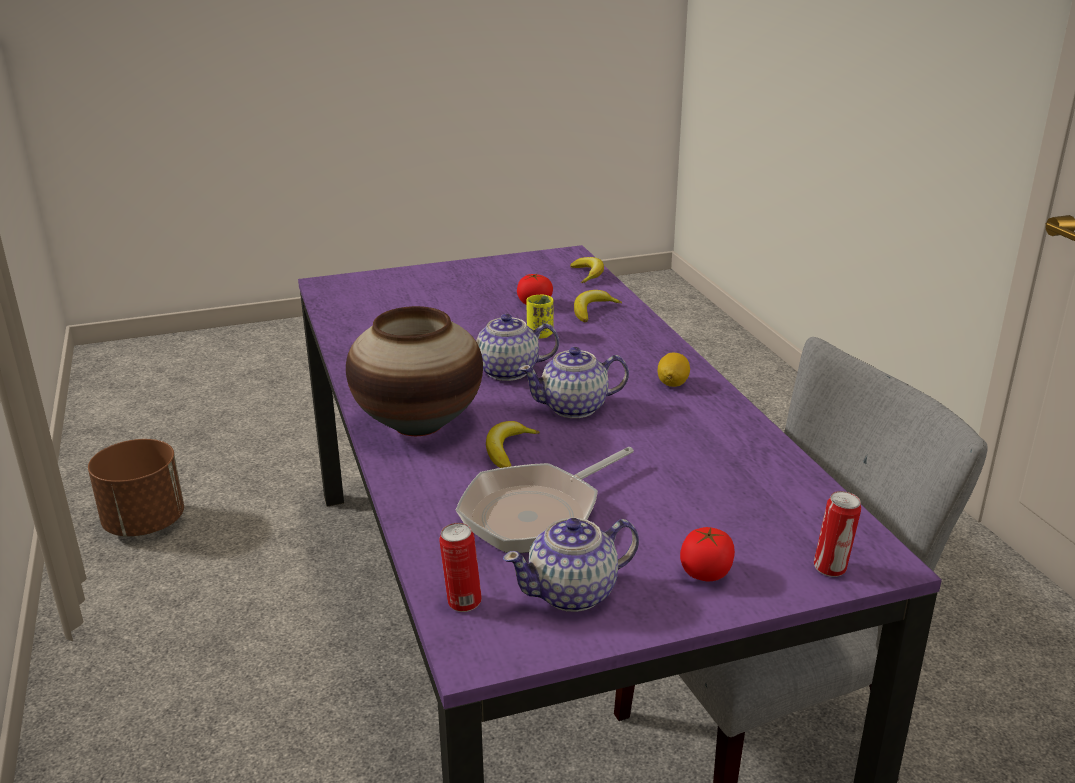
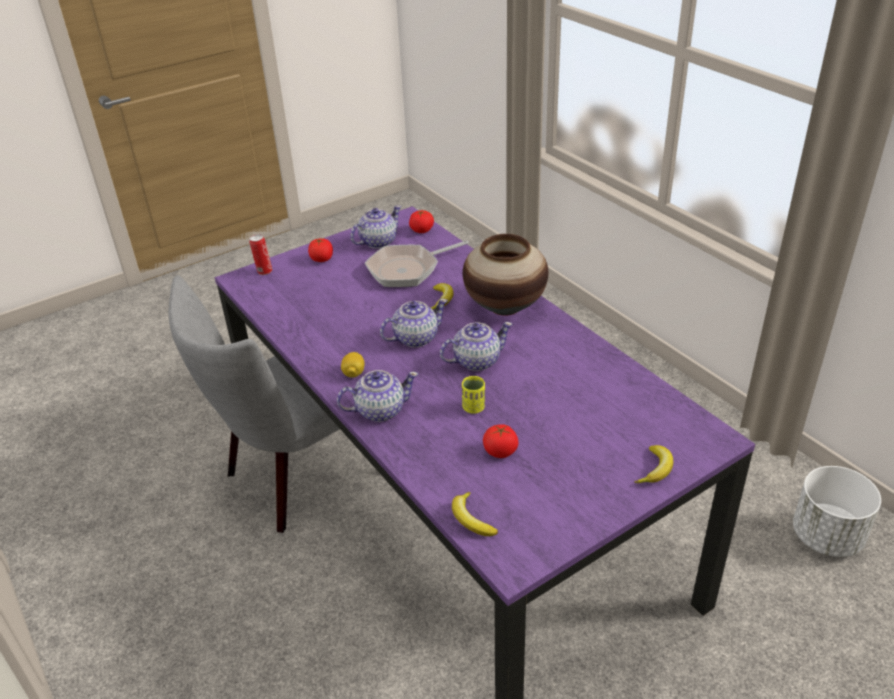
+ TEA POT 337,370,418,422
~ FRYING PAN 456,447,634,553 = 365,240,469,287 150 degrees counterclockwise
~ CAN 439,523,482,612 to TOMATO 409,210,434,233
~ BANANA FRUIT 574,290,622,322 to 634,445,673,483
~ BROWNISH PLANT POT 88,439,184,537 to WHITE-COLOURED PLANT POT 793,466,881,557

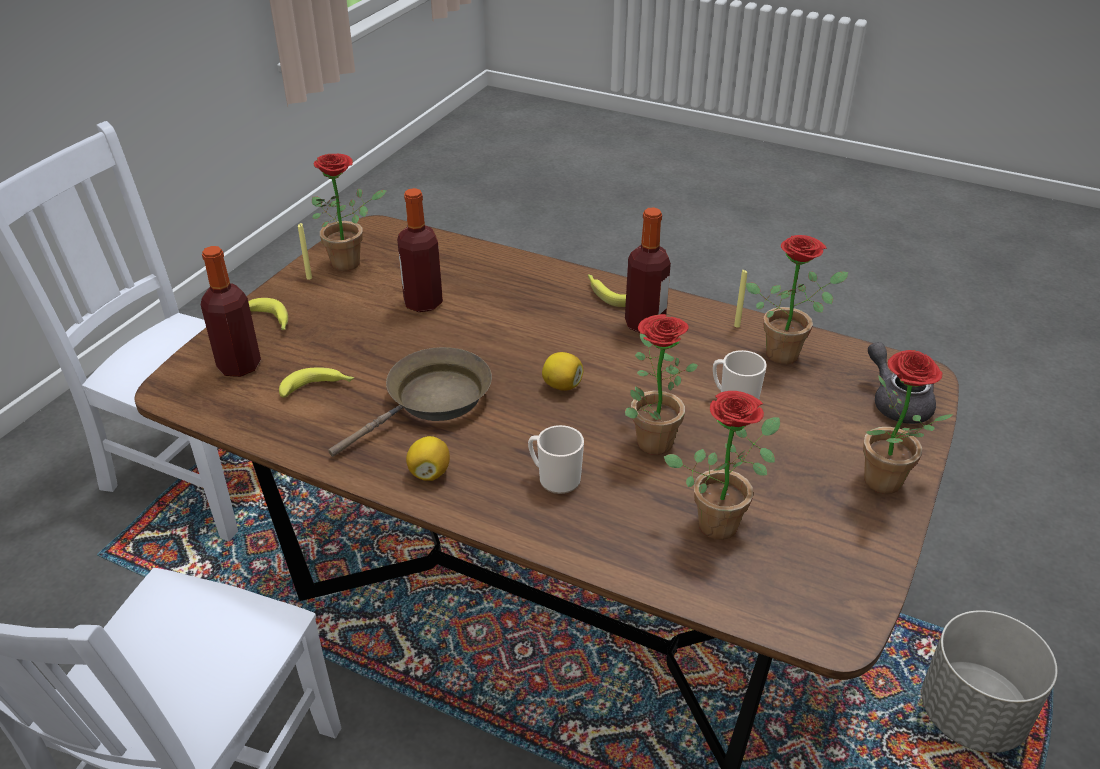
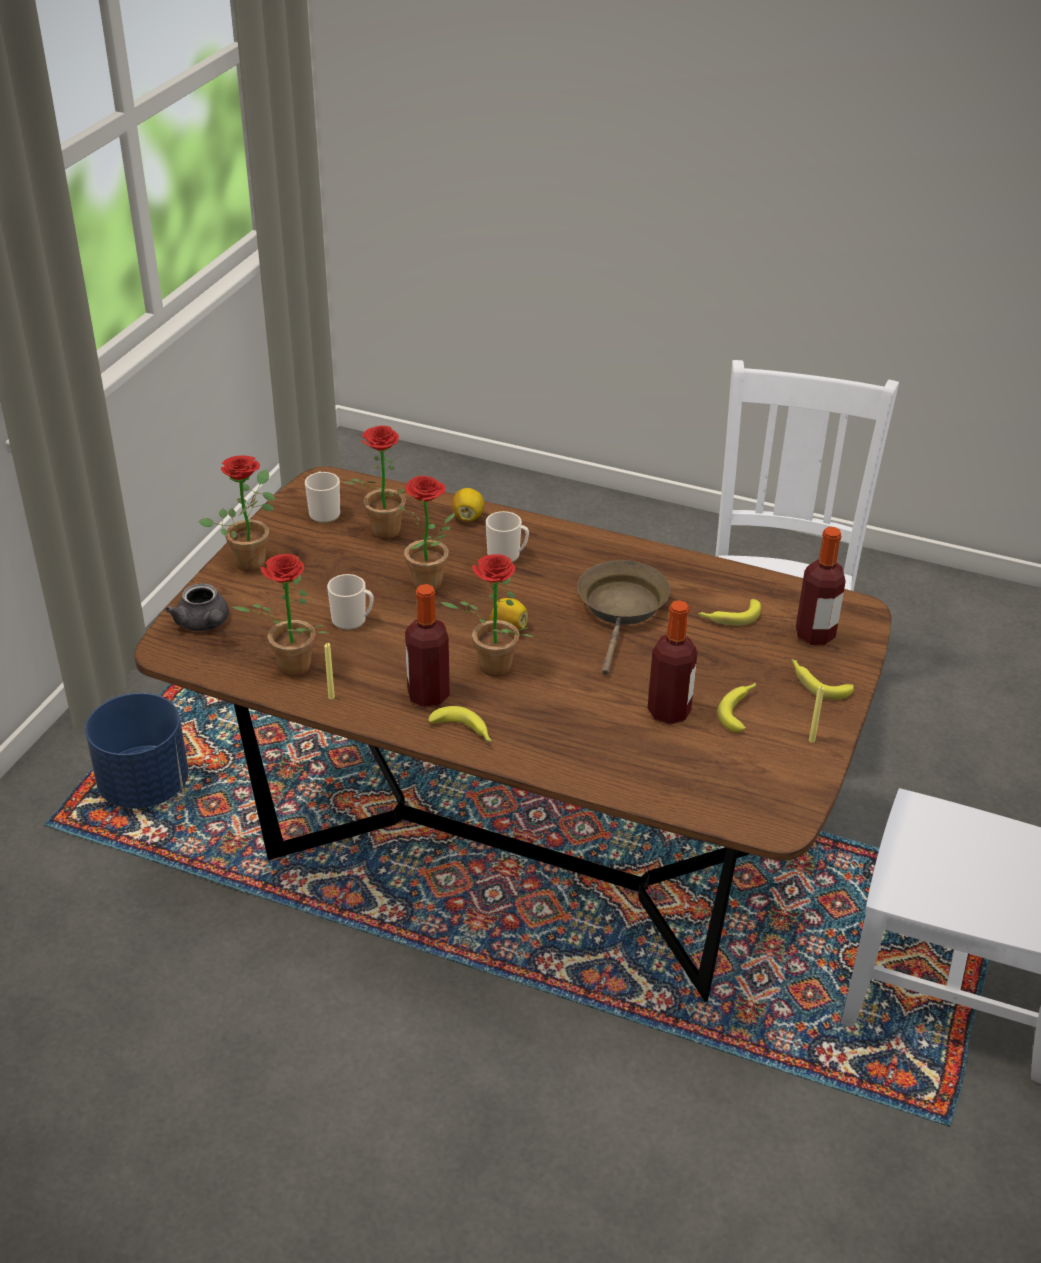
~ GREYISH PLANT POT 921,610,1057,753 to BLUE-COLOURED PLANT POT 85,693,189,808
+ COFFEE MUG 305,472,340,523
~ POTTED PLANT 312,154,386,271 to 441,554,533,677
~ LEMON 406,436,450,481 to 452,488,484,521
~ BROWNISH FRYING PAN 328,347,492,457 = 577,560,670,675 150 degrees clockwise
+ BANANA FRUIT 717,683,756,732

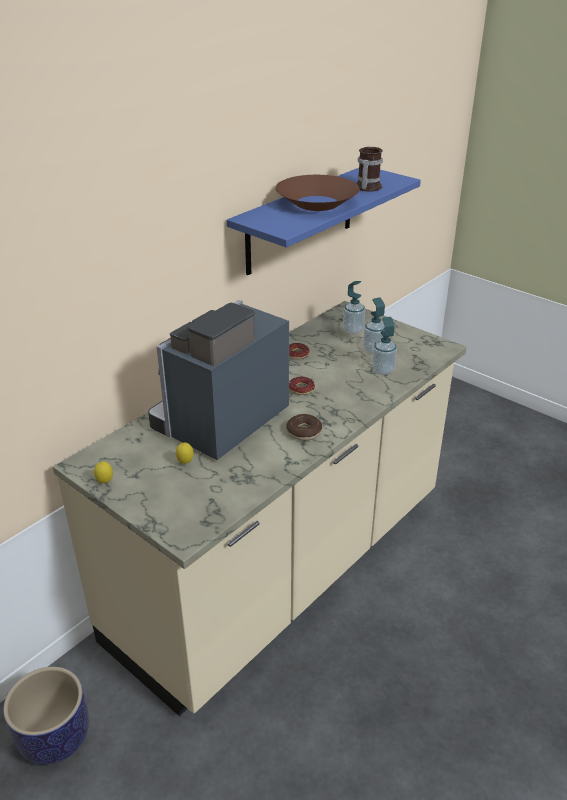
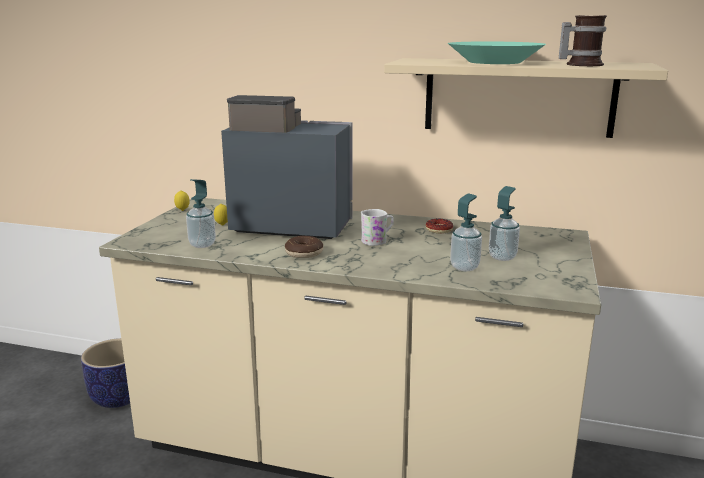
~ SOAP BOTTLE 343,281,365,334 to 186,179,216,248
~ DOUGHNUT 289,377,315,395 to WHITE-COLOURED COFFEE MUG 361,209,394,246
~ BLUE-COLOURED WALL SHELF 227,168,421,275 to BEIGE WALL SHELF 384,58,668,138
~ BROWNISH DEEP DISH 276,175,360,211 to BLUE-GREEN DEEP DISH 448,41,546,64

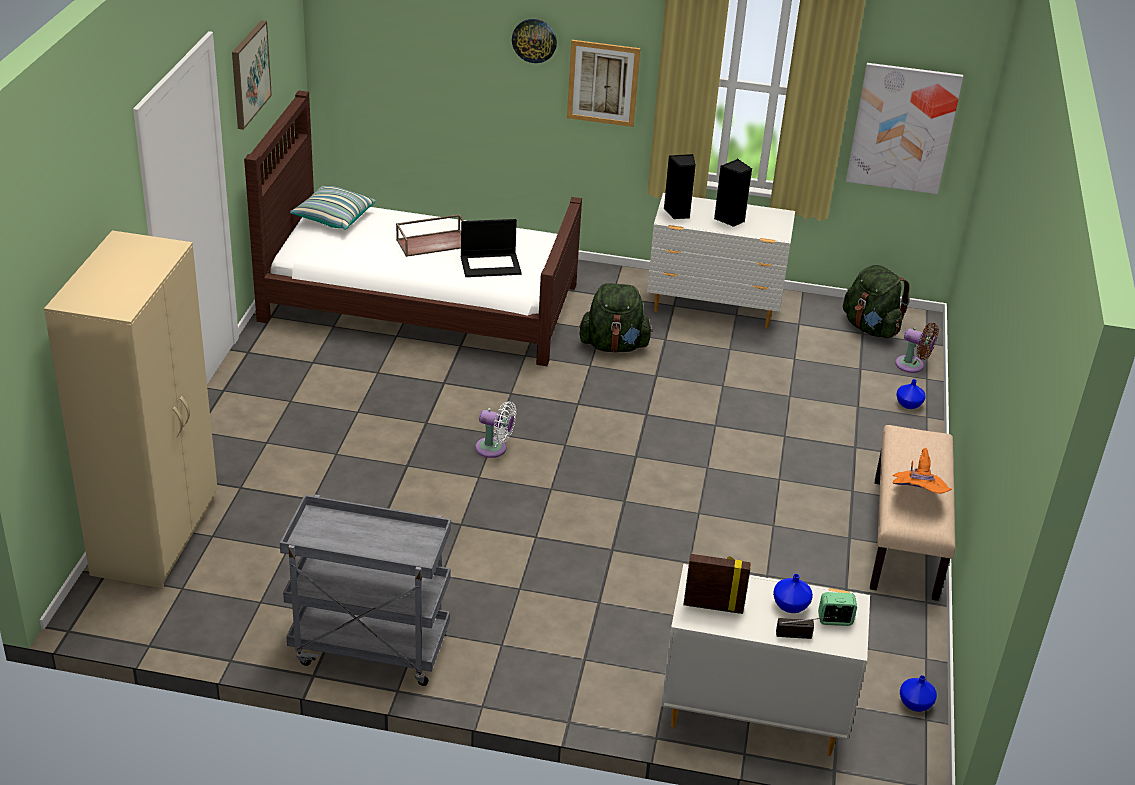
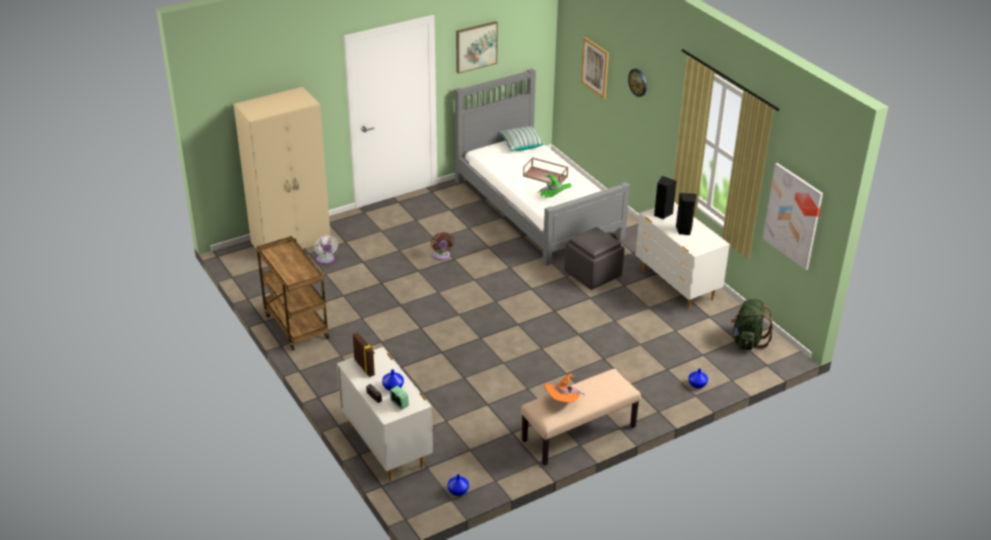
~ GREYISH WHEELED CART 280,495,451,686 to BROWNISH WHEELED CART 257,236,329,351
~ WHITE-COLOURED COOLING FAN 475,401,516,458 to 314,235,338,264
~ BROWNISH COOLING FAN 895,323,939,373 to 430,232,454,260
~ BROWNISH BEDROOM BED 244,90,582,366 to GREYISH BEDROOM BED 455,69,630,266
~ LAPTOP 461,219,522,277 to GREEN HAT 537,174,572,198
~ GREEN RUCKSACK 579,283,653,353 to GREYISH OTTOMAN 565,227,624,290
~ WALL PICTURE 567,40,640,127 to 581,37,609,99

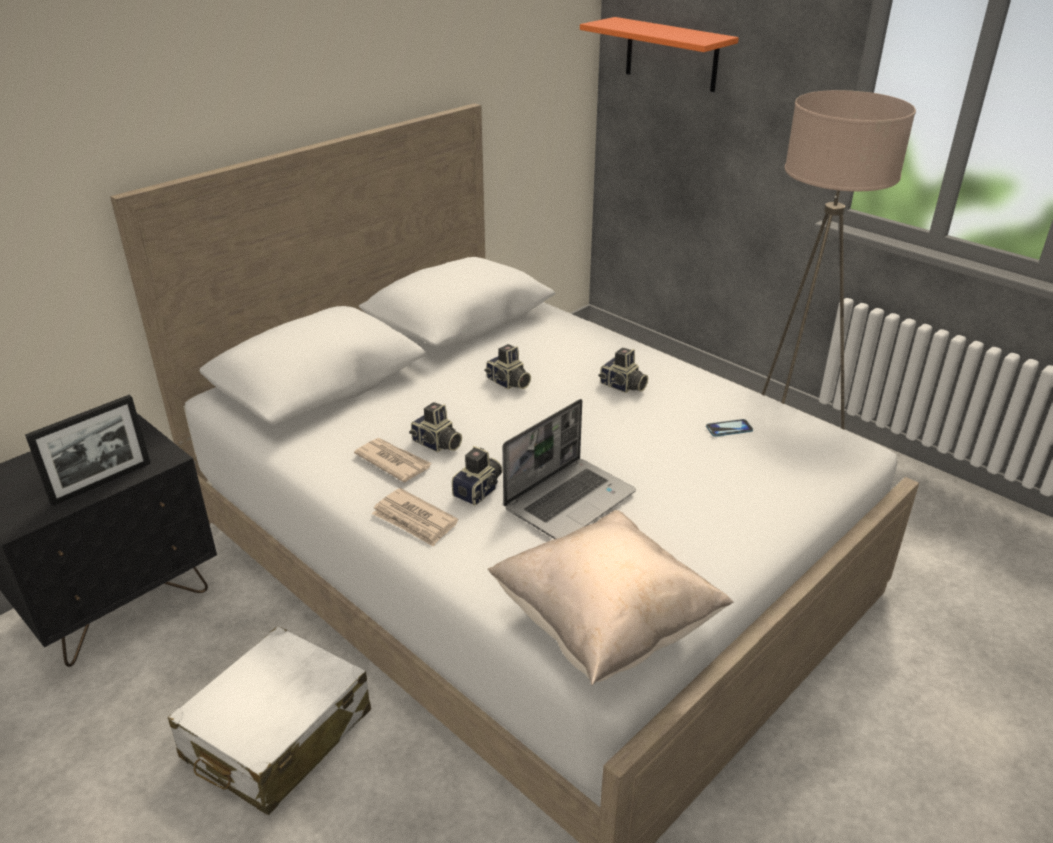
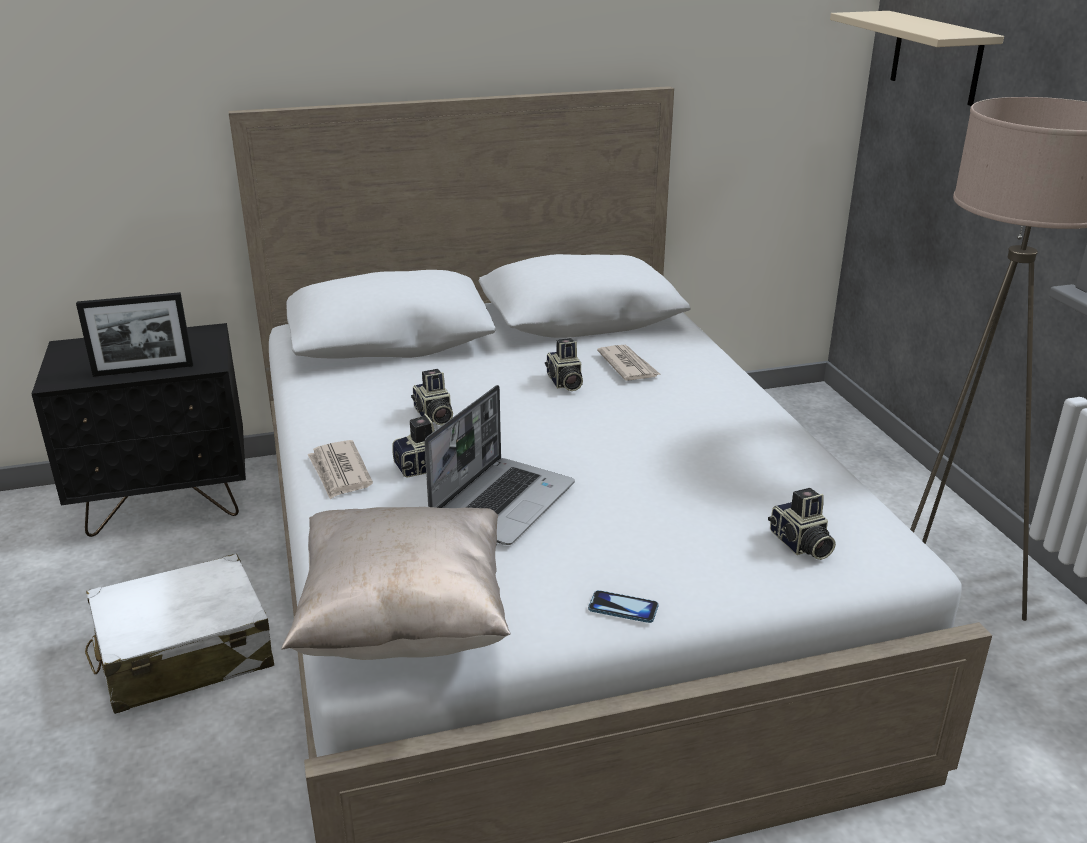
~ LAPTOP 503,399,636,539 = 424,385,575,545 45 degrees counterclockwise
~ PHONE 706,419,753,437 to 588,590,659,623
~ DAILY PAPER 354,438,432,482 to 597,345,660,381
~ PHOTO CAMERA 598,348,648,393 to 768,488,836,560
~ ORANGE WALL SHELF 580,17,739,92 to BEIGE WALL SHELF 830,11,1004,106

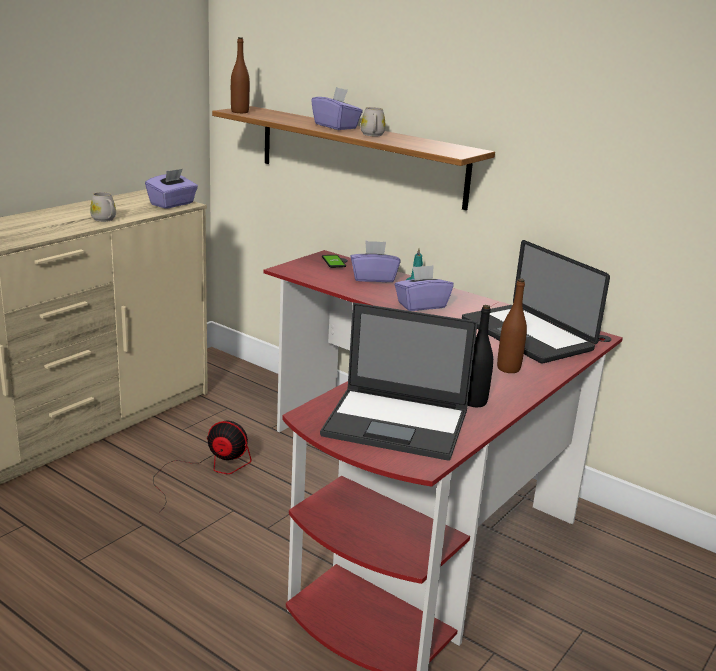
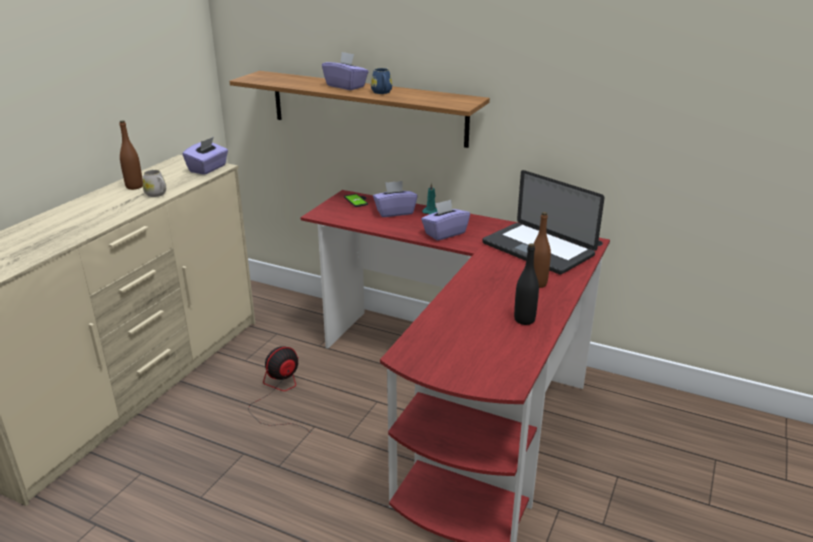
~ BROWNISH BEVERAGE BOTTLE 231,37,250,113 to 120,120,143,190
~ COOLING FAN 153,421,251,513 = 248,346,311,433 45 degrees counterclockwise
~ WHITE-COLOURED COFFEE MUG 361,107,386,136 to BLUE-COLOURED COFFEE MUG 371,68,392,94
- LAPTOP 320,302,478,461

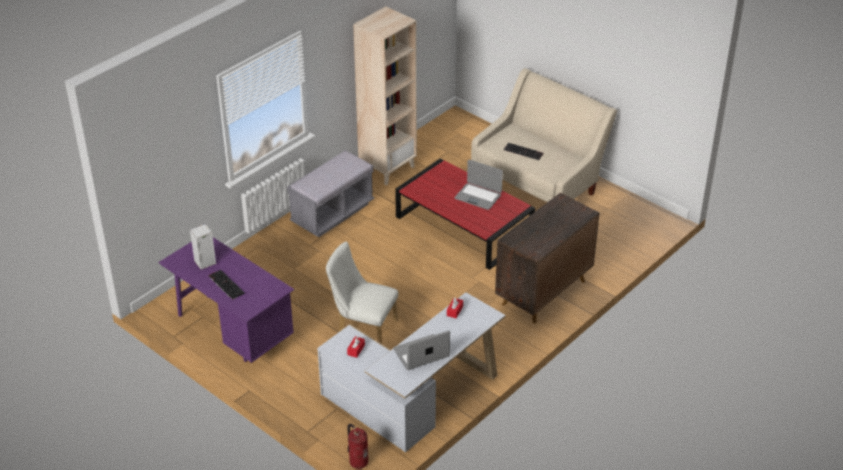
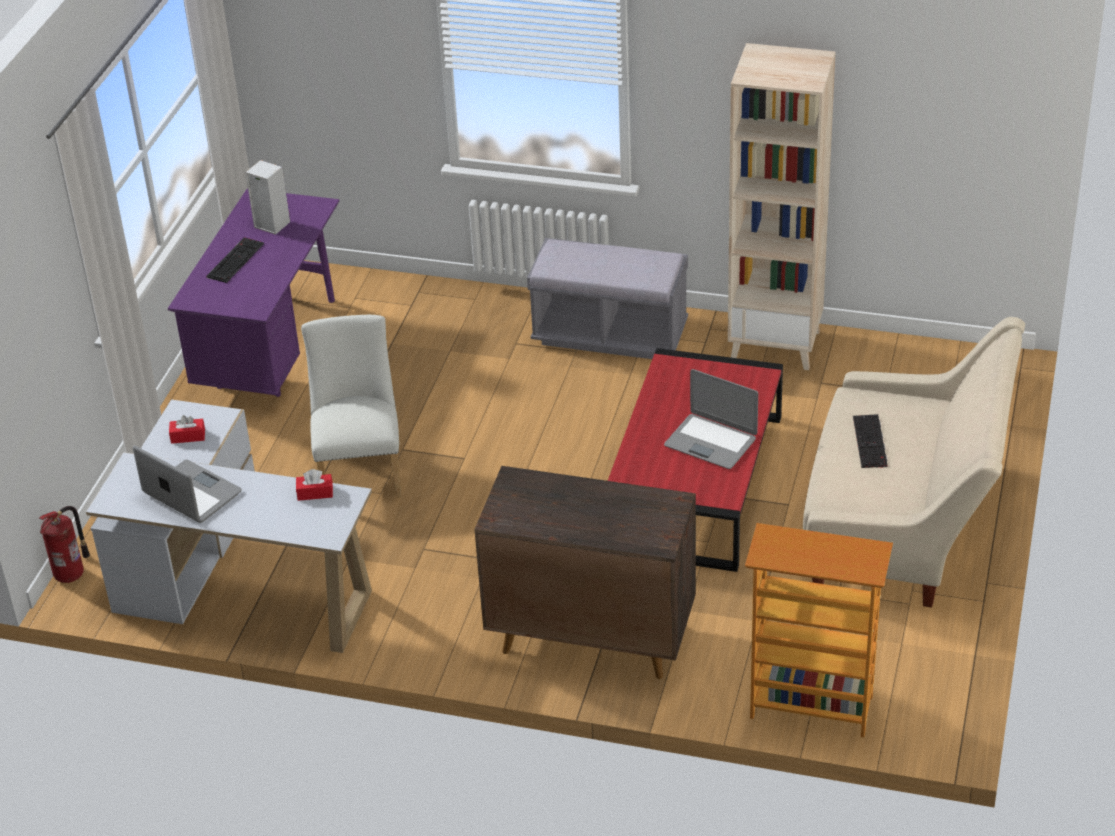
~ LAPTOP 454,160,503,210 = 664,369,758,469 60 degrees counterclockwise
+ SHELVING UNIT 745,523,893,737

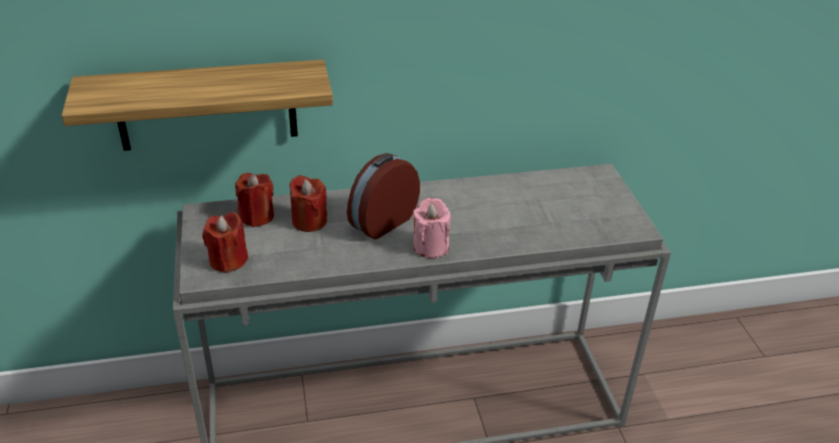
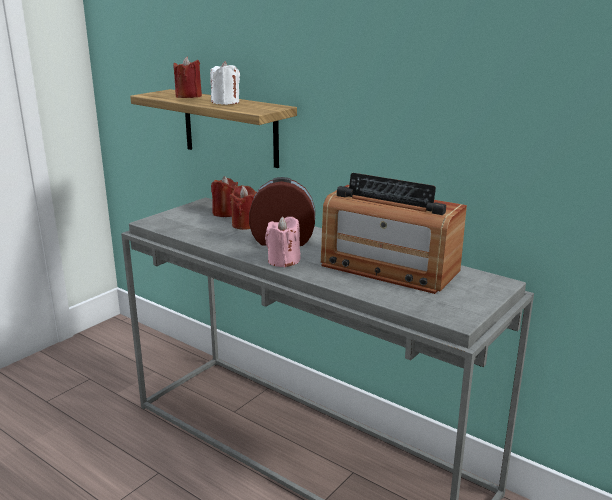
~ RED-COLOURED WAX CANDLE 202,212,249,273 to 173,57,202,98
+ WHITE-COLOURED WAX CANDLE 210,61,240,105
+ RADIO SET 321,173,467,294

